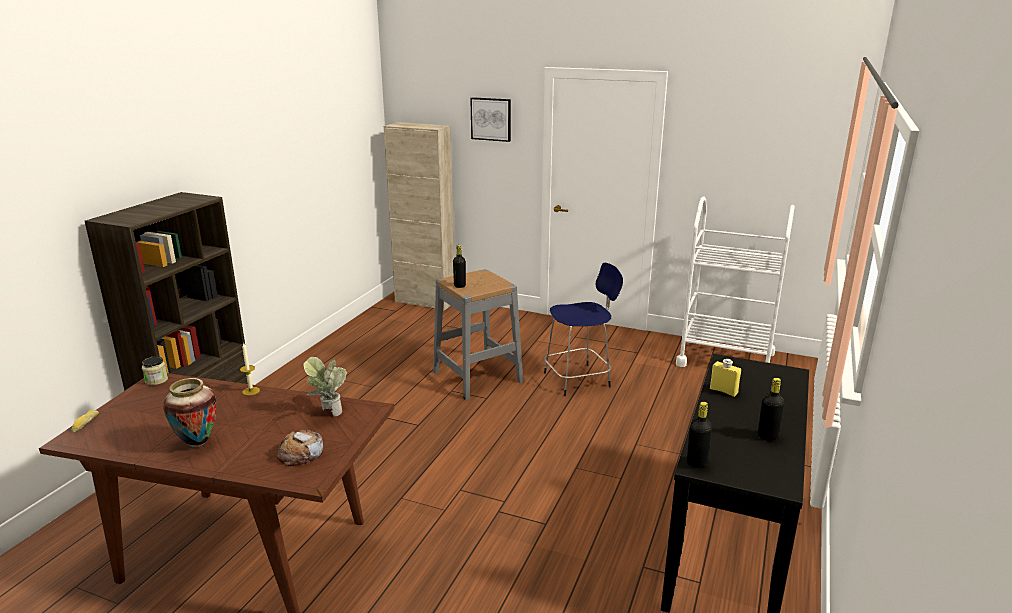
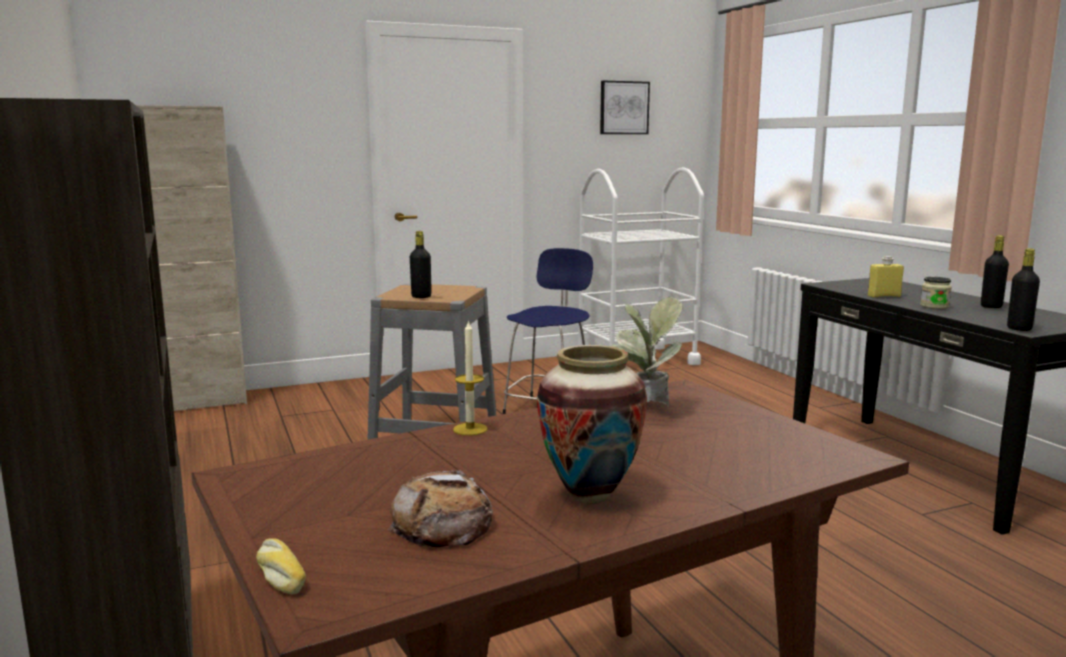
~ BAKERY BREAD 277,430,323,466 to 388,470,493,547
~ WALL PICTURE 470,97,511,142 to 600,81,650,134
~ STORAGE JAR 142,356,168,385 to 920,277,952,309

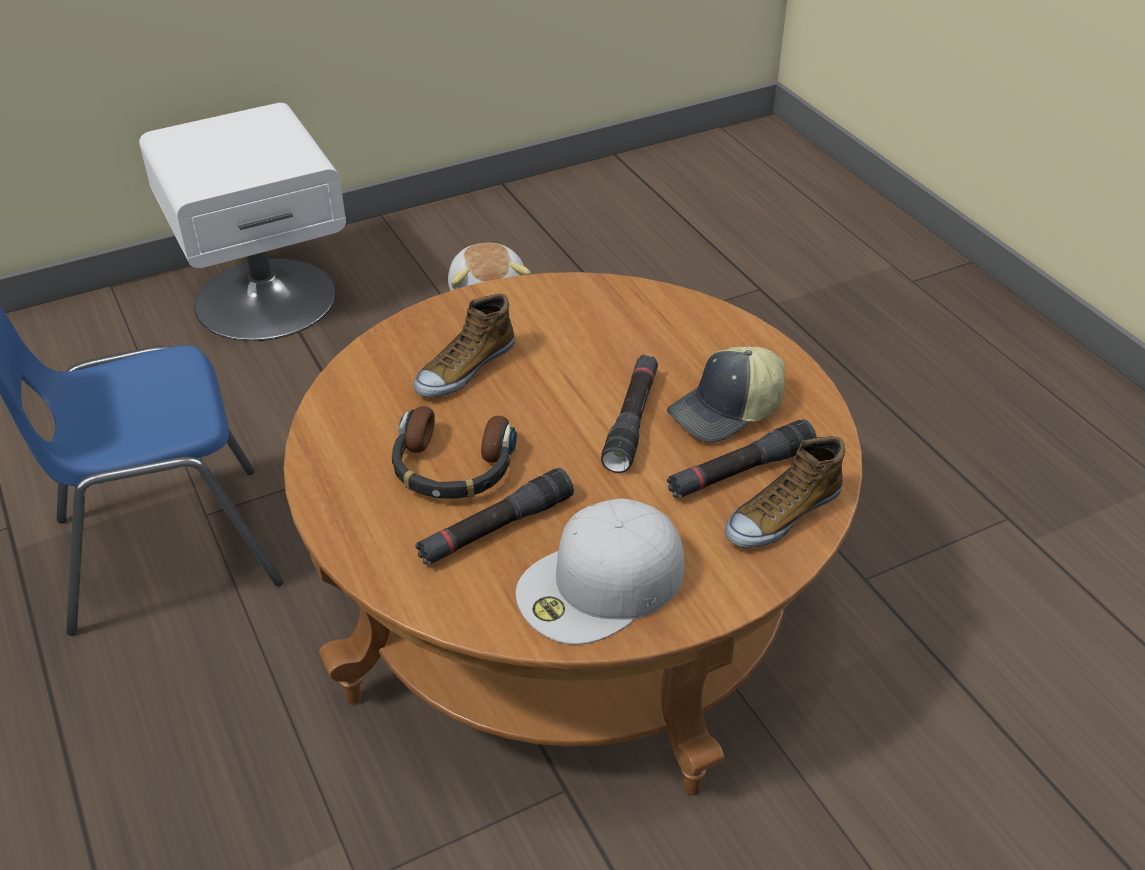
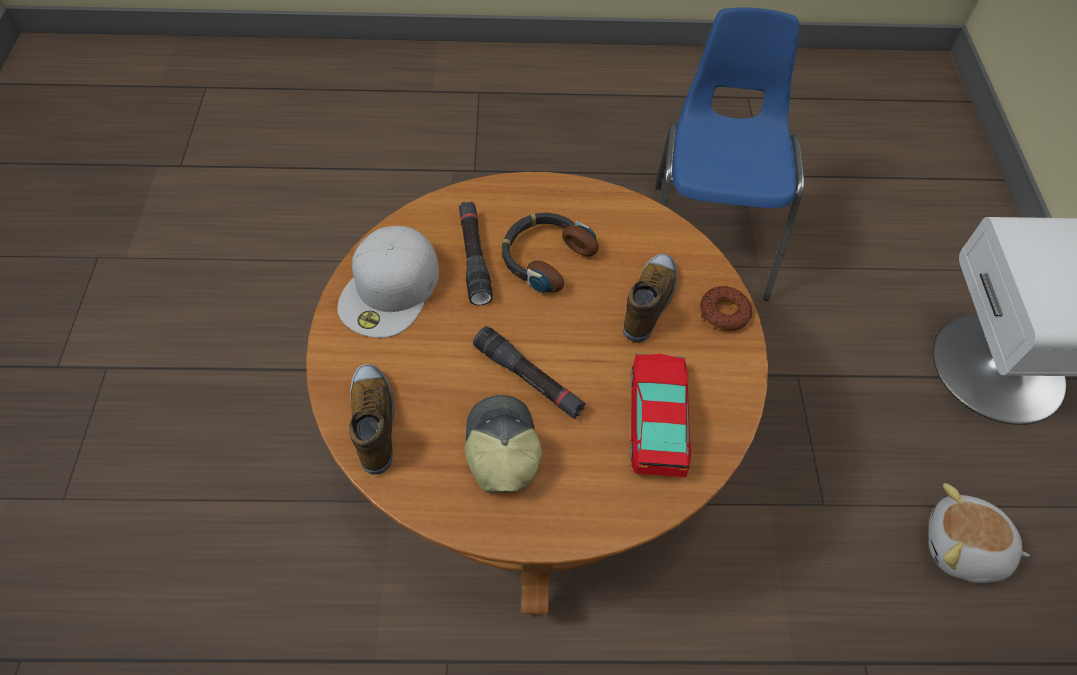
~ WHITE-COLOURED CAP 516,499,684,645 = 337,226,439,338 150 degrees counterclockwise
~ LOW SHOE 413,294,515,397 = 623,254,677,343 45 degrees clockwise
+ MODEL CAR 630,354,691,477
+ DOUGHNUT 700,286,752,331
- BLACKISH HAND TORCH 667,419,817,498

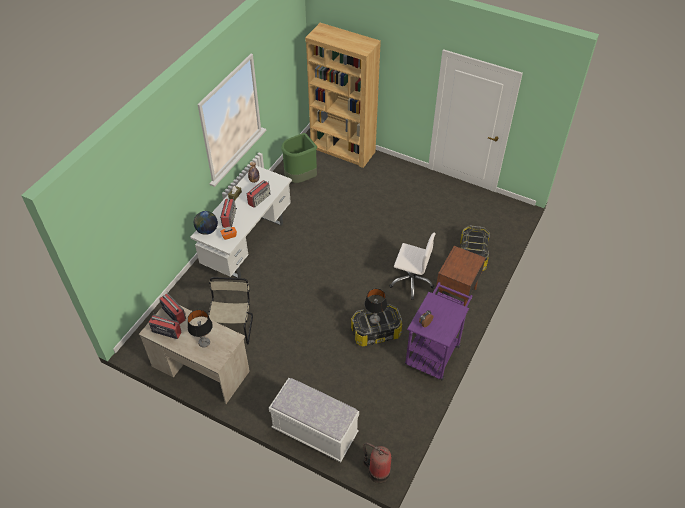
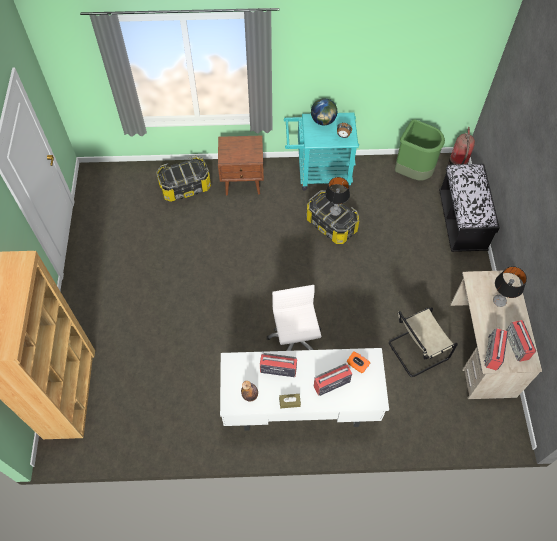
~ WHITE-COLOURED DESK CHAIR 389,233,436,300 to 267,285,321,351
~ PURPLISH WHEELED CART 405,282,473,381 to BLUE-GREEN WHEELED CART 284,113,359,190
~ DESK GLOBE 194,211,218,235 to 311,98,337,125
~ GREEN RUBBISH BIN 281,133,317,183 to 395,119,445,181
~ WHITE-COLOURED INDOOR BENCH 269,378,359,462 to BLACKISH INDOOR BENCH 439,164,500,252

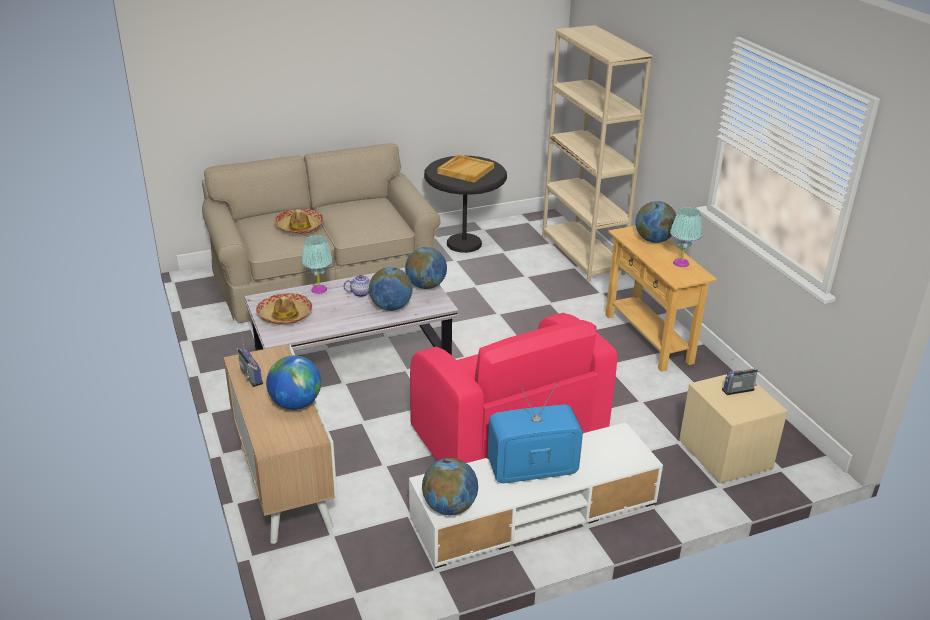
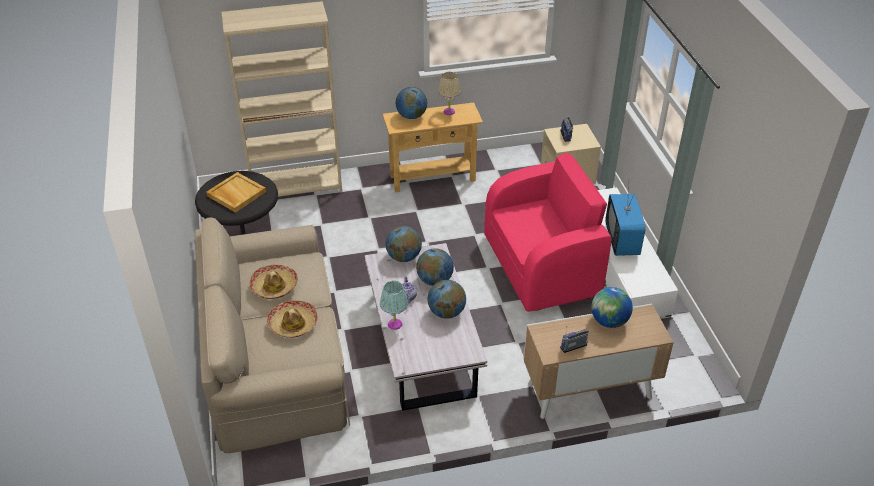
~ HAT 256,293,312,325 to 249,265,298,299
~ DESK GLOBE 422,458,478,515 to 427,280,466,319
~ BLUE-GREEN TABLE LAMP 670,207,702,267 to BEIGE TABLE LAMP 438,72,461,115

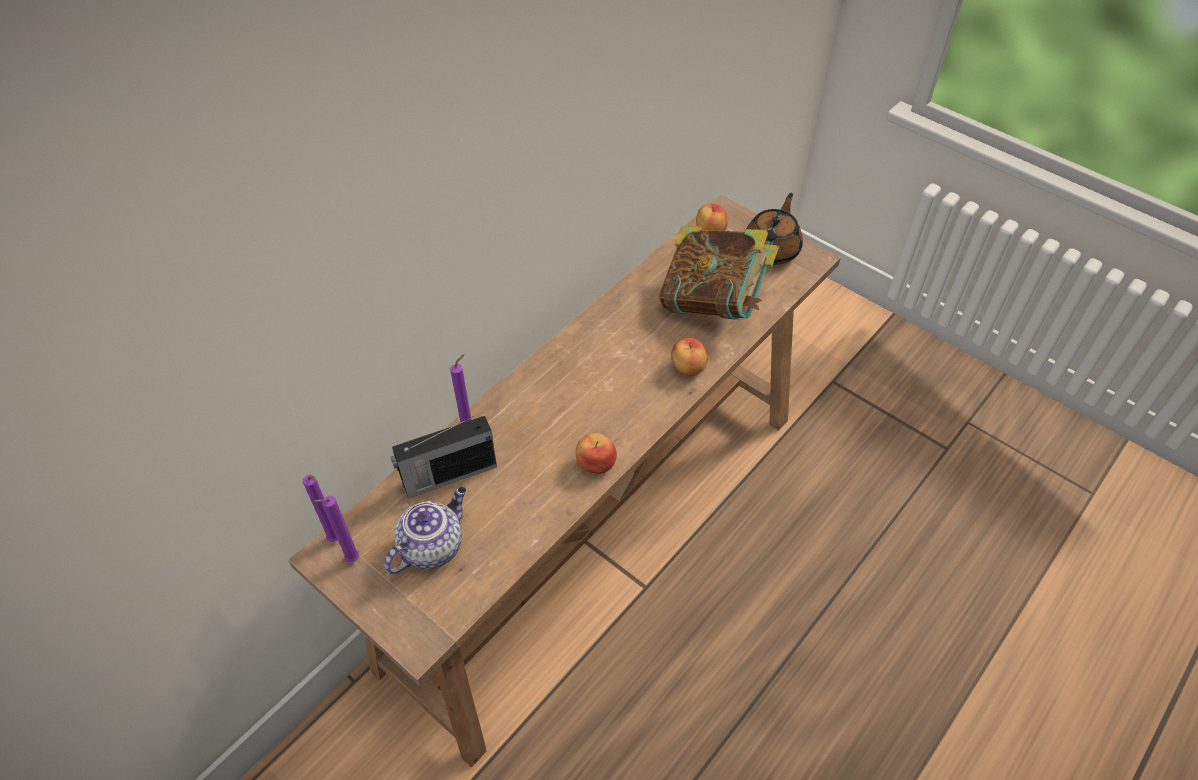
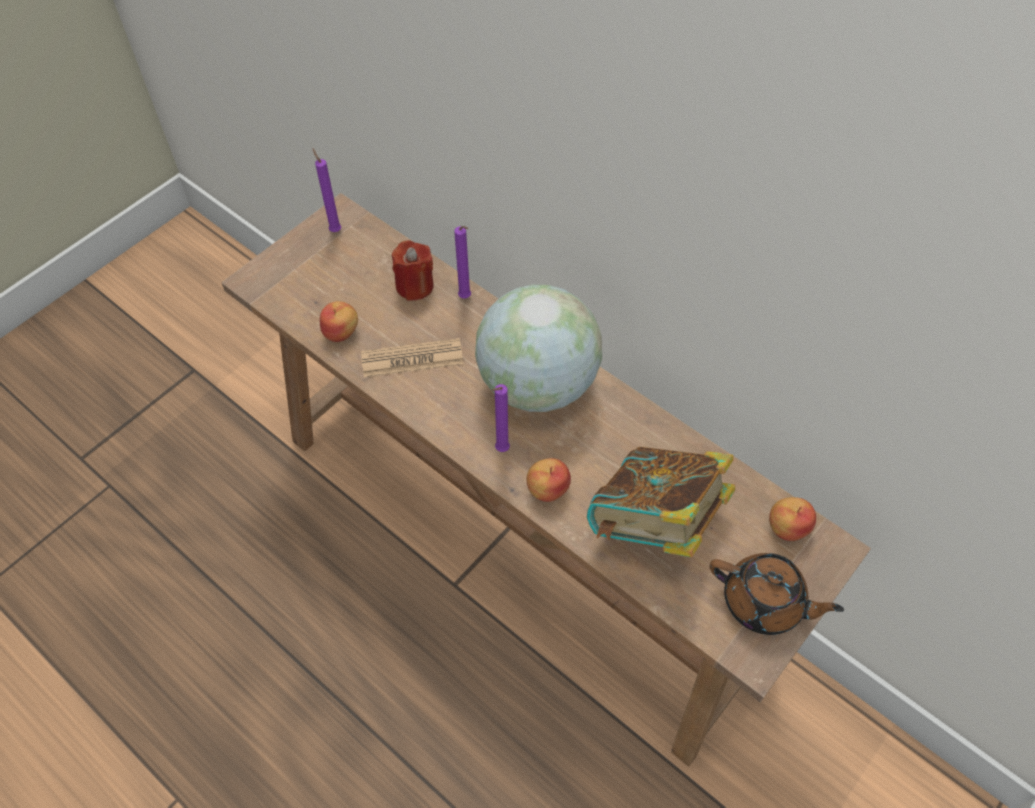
~ WHOLE APPLE 576,433,617,474 to 320,301,358,342
+ DAILY PAPER 361,338,464,378
~ RADIO SET 391,416,497,498 to RED-COLOURED WAX CANDLE 392,241,434,301
+ DESK GLOBE 475,285,602,412
~ PURPLISH WAX CANDLE 303,475,338,542 to 491,384,510,452
- TEA POT 384,487,466,574

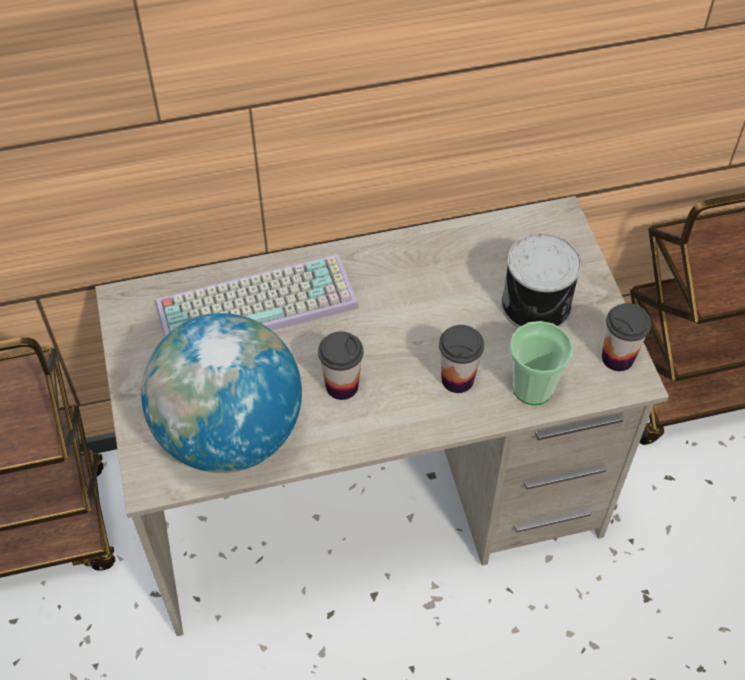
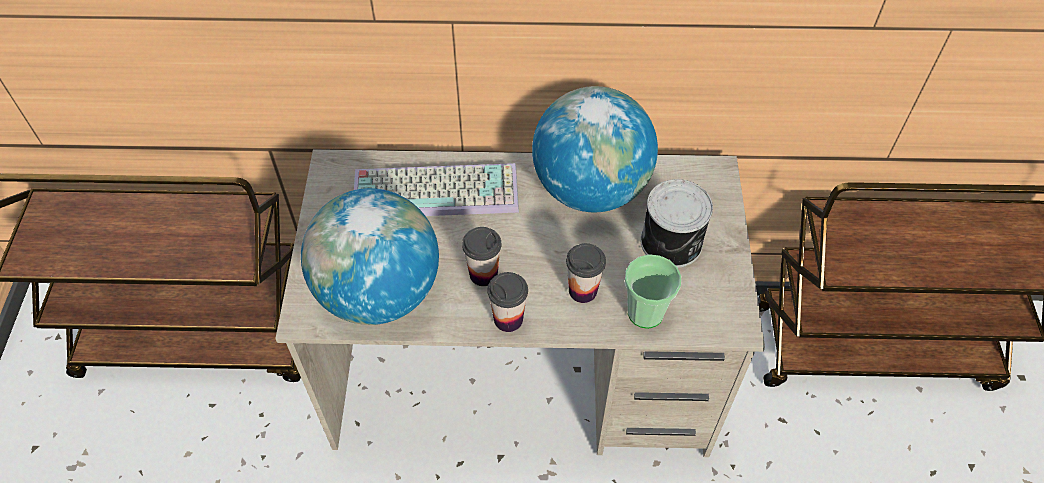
~ DRINKING CUP 602,303,651,371 to 487,272,528,332
+ DESK GLOBE 532,86,658,212

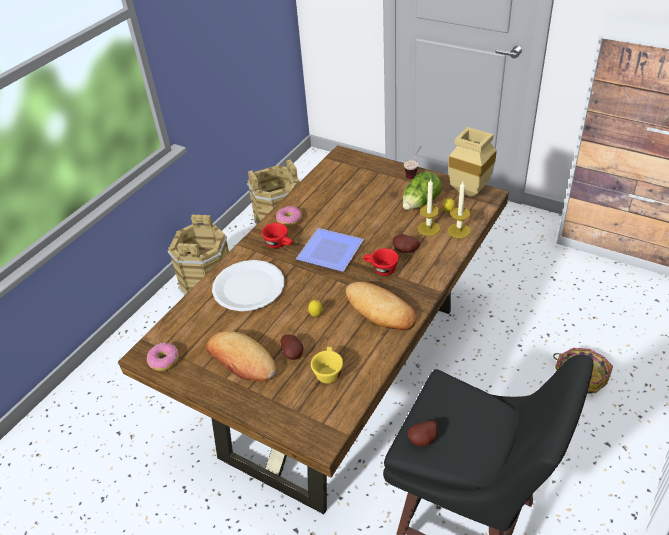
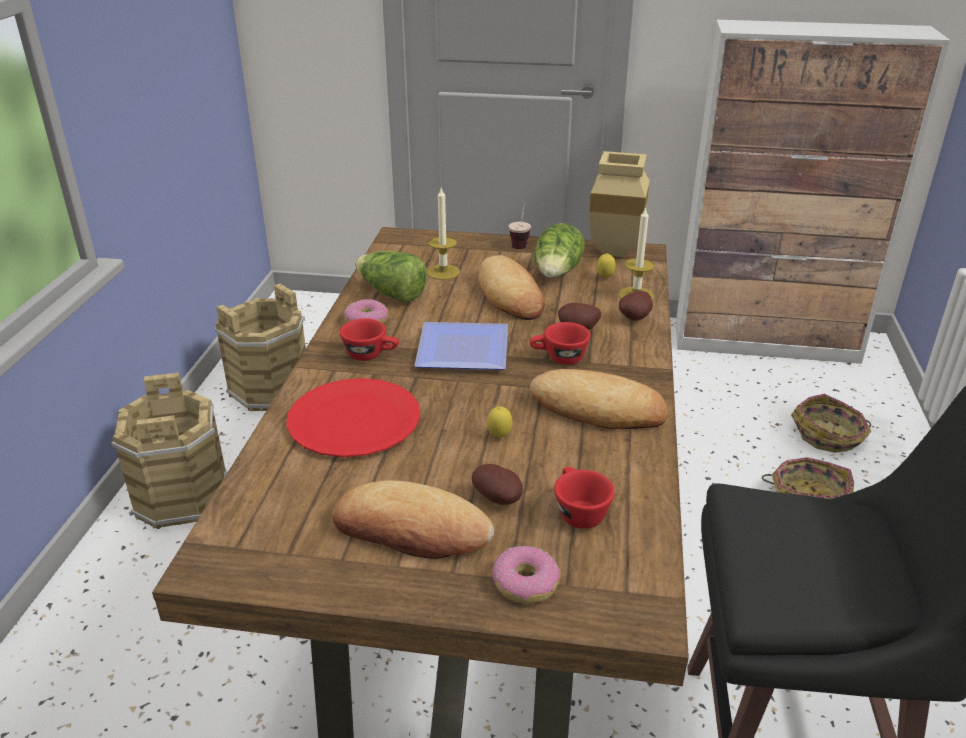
~ WHITE-COLOURED PLATE 212,260,284,311 to RED-COLOURED PLATE 286,378,420,457
+ LETTUCE 355,251,427,303
~ WAX CANDLE 418,179,440,236 to 427,188,460,280
+ BAKERY BREAD 478,255,545,320
~ DOUGHNUT 147,343,179,371 to 492,546,559,603
~ YELLOW DRINKING CUP 311,347,343,383 to RED-COLOURED DRINKING CUP 554,467,615,529
~ POTATO 408,420,438,446 to 619,291,653,321
+ HOUSEHOLD BASKET 791,394,871,453

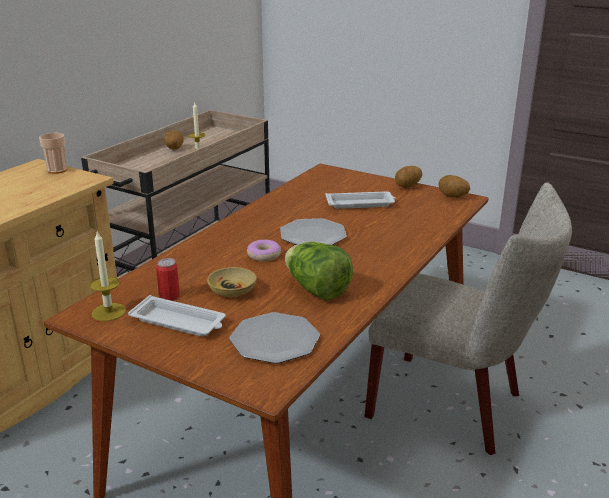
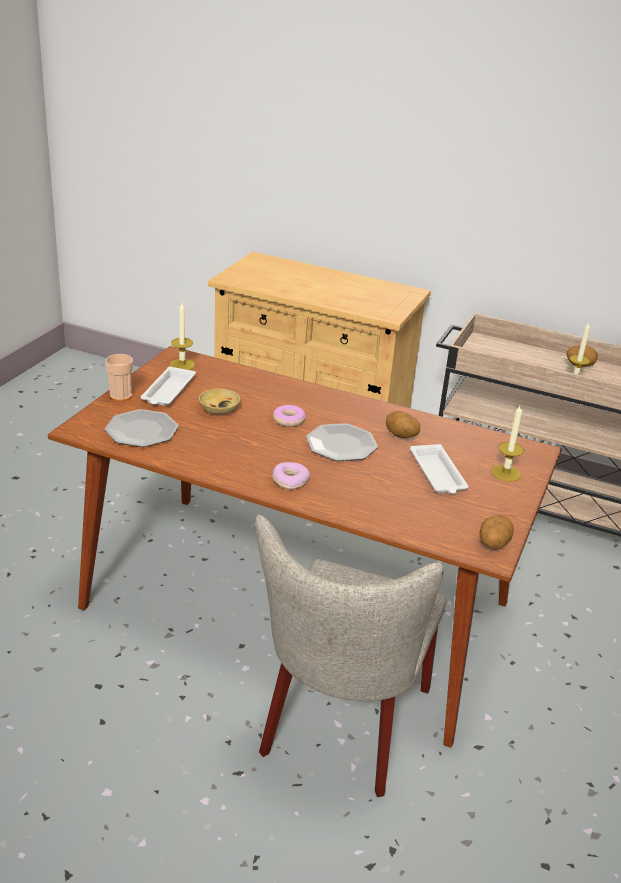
~ DRINKING CUP 39,133,67,174 to 106,354,133,401
+ DOUGHNUT 272,462,310,490
~ POTATO 395,166,422,188 to 386,411,420,438
+ WAX CANDLE 491,404,524,482
- CAN 156,258,180,301
- LETTUCE 285,242,353,300

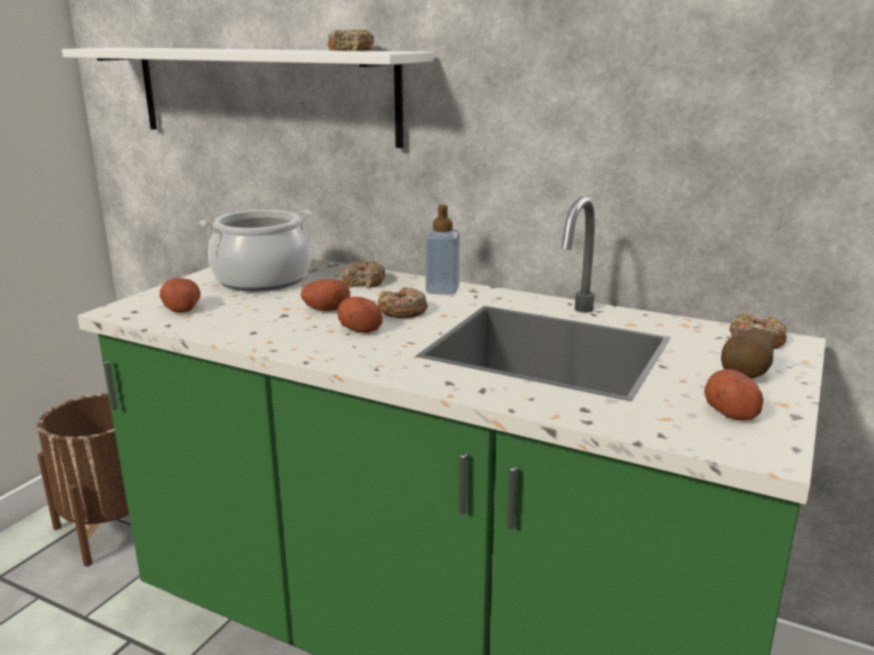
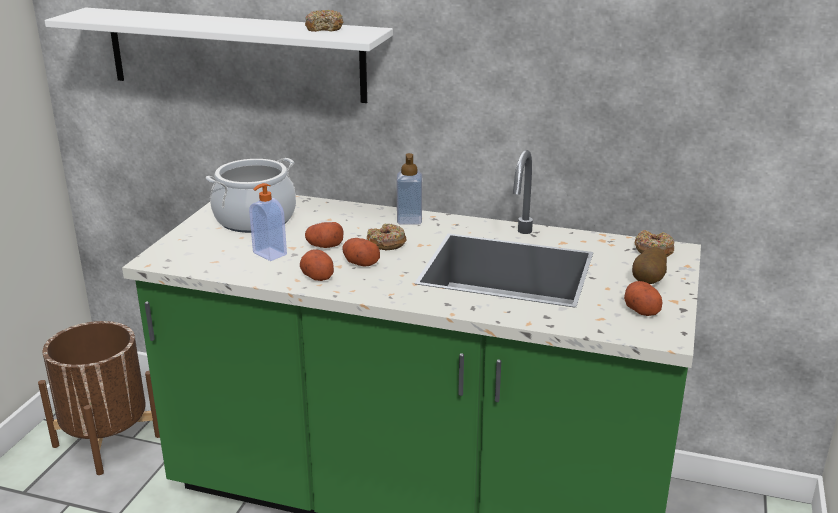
+ SOAP BOTTLE 249,183,287,261
~ POTATO 160,278,201,313 to 300,249,334,281
- DOUGHNUT 341,261,385,288

